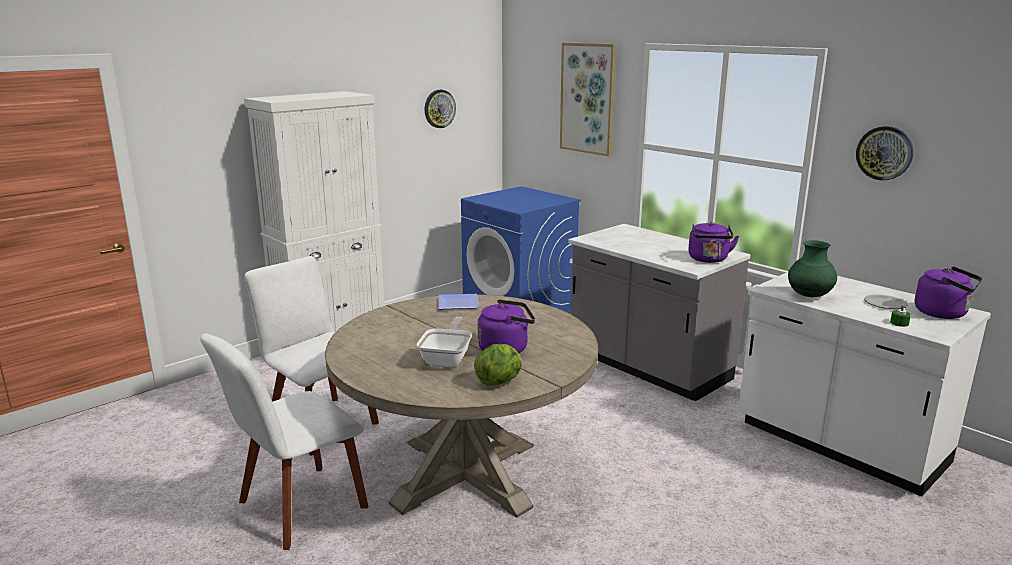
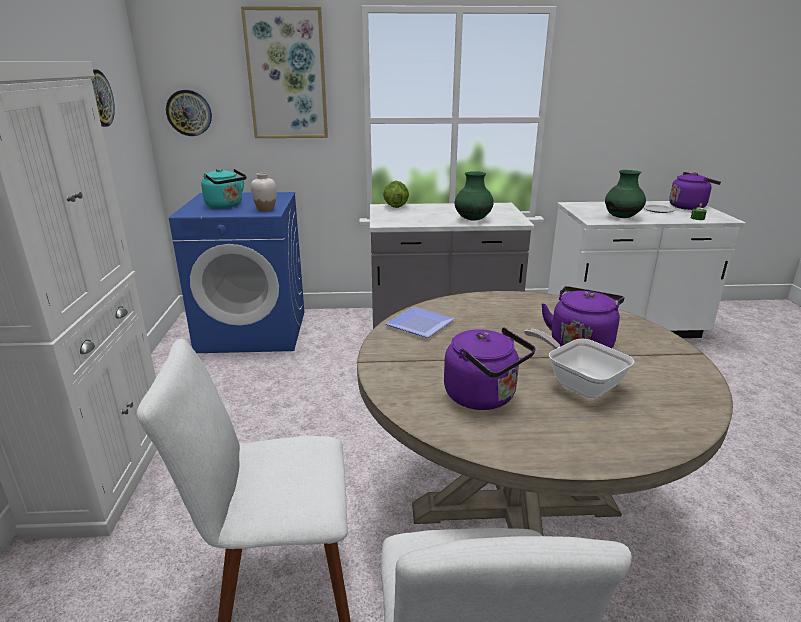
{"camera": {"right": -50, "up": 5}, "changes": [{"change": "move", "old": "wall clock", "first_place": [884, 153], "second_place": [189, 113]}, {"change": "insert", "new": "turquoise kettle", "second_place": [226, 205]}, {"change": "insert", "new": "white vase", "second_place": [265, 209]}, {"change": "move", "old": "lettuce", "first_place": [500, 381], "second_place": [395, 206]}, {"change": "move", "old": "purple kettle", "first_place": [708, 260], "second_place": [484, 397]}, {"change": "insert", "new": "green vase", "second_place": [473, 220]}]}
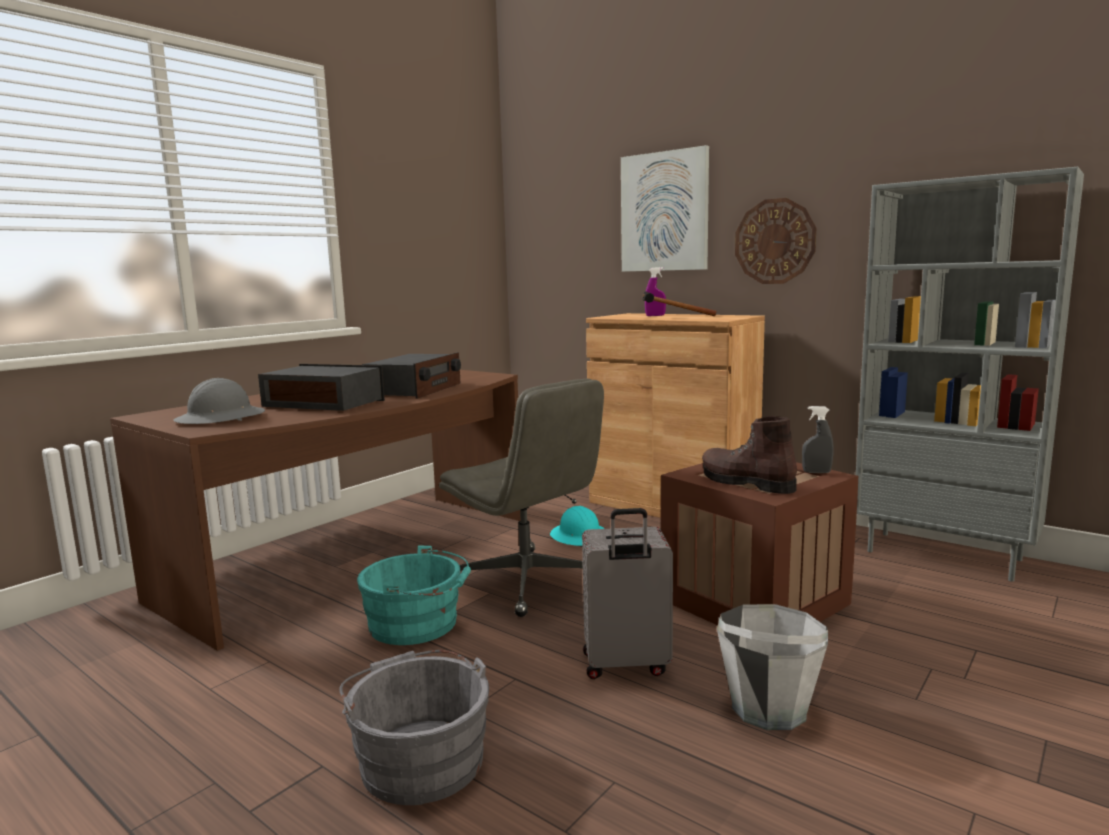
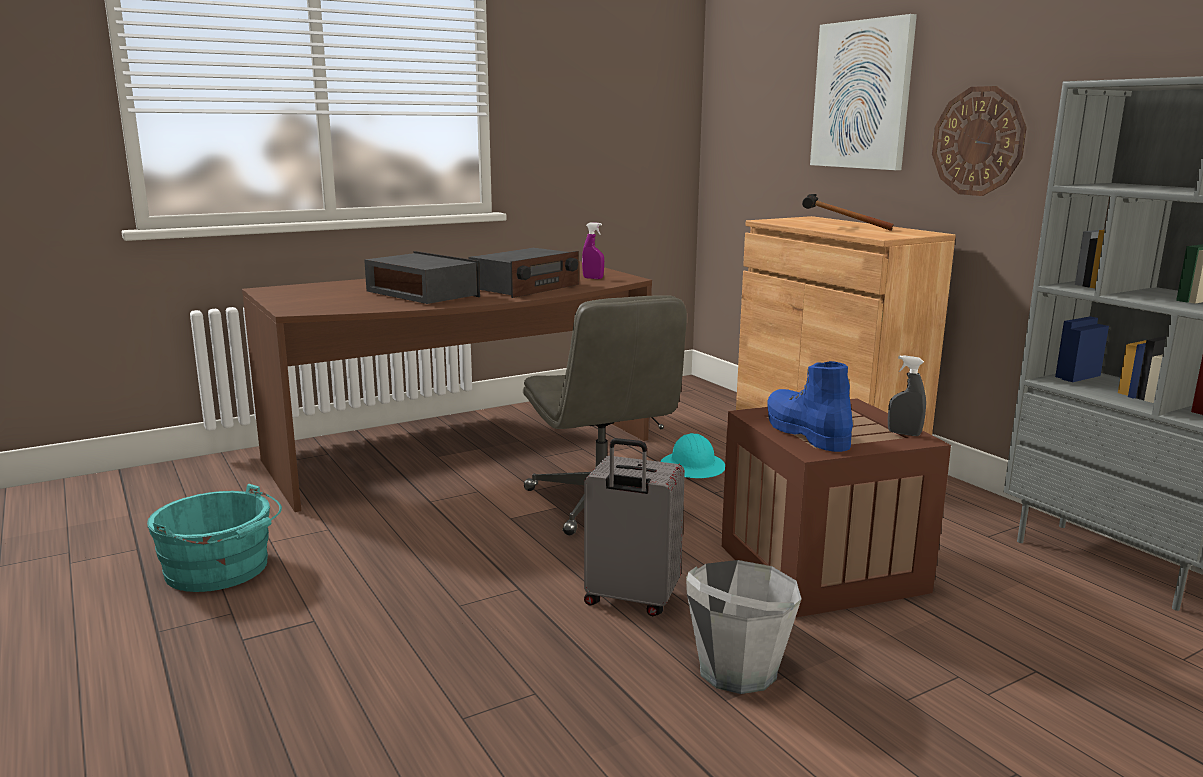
{"camera": {"right": 20, "up": 5}, "changes": [{"change": "move", "old": "turquoise bucket", "first_place": [418, 624], "second_place": [221, 570]}, {"change": "move", "old": "purple spray bottle", "first_place": [655, 315], "second_place": [593, 278]}, {"change": "recolor", "old": "brown boot", "new": "blue boot", "first_place": [746, 483], "second_place": [805, 433]}, {"change": "delete", "old": "grey hard hat", "first_place": [221, 418]}, {"change": "delete", "old": "grey bucket", "first_place": [419, 757]}]}
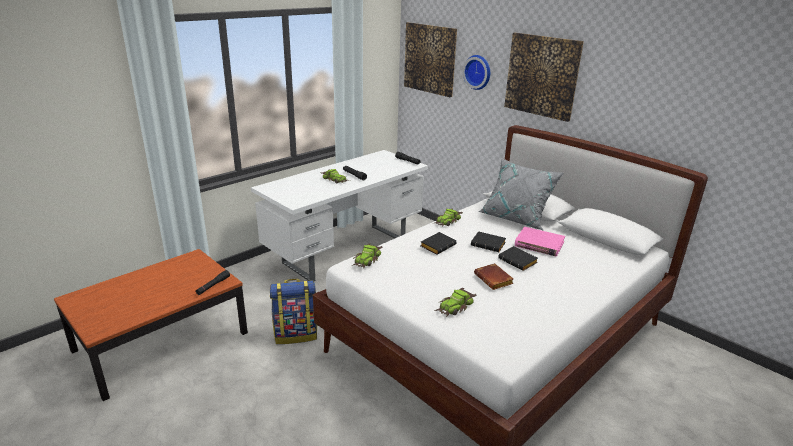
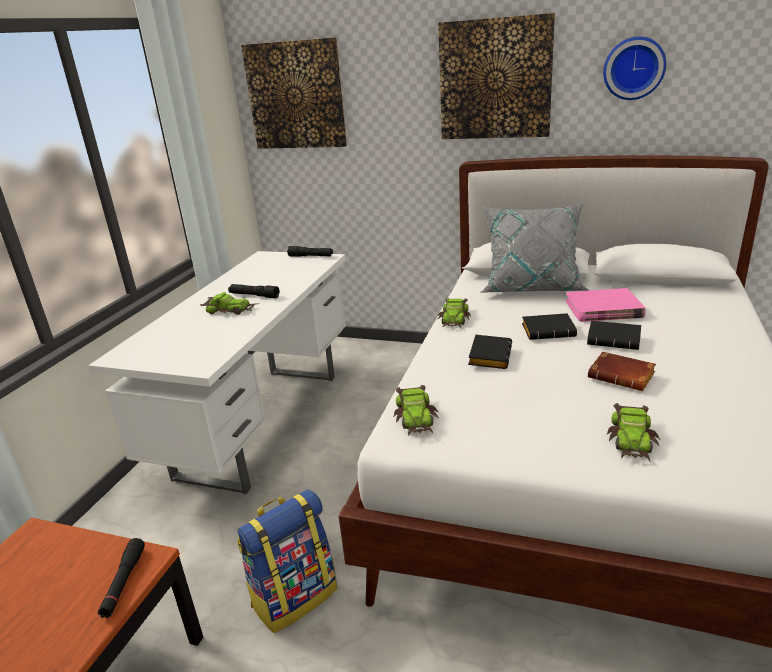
{"camera": {"right": -25, "up": 0}, "changes": [{"change": "move", "old": "wall clock", "first_place": [478, 72], "second_place": [634, 68]}]}
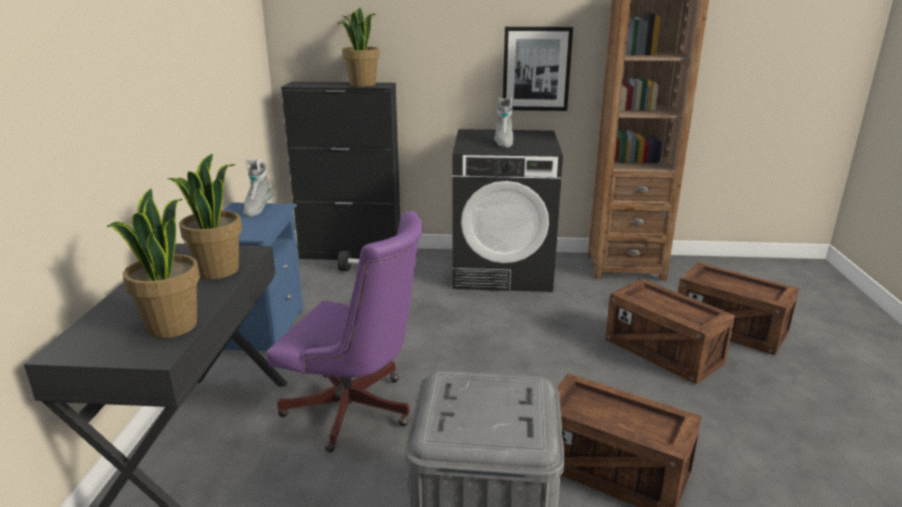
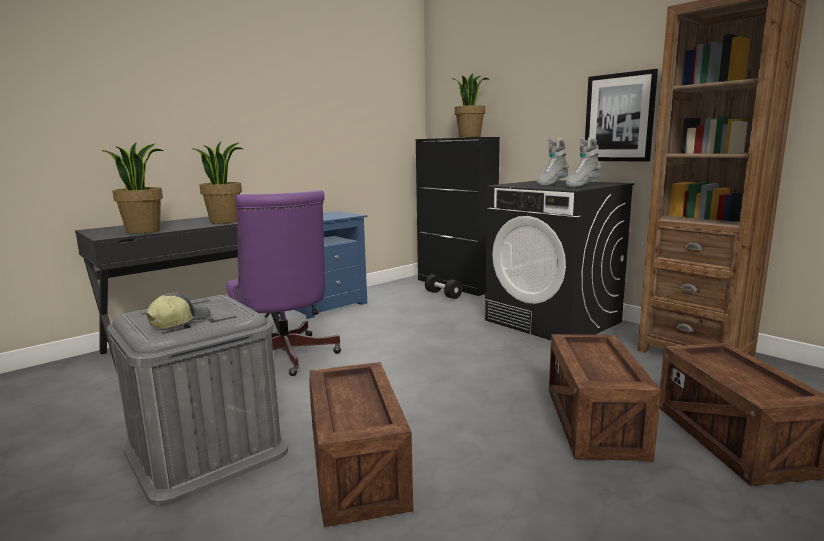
{"camera": {"right": 45, "up": -10}, "changes": [{"change": "insert", "new": "cap", "second_place": [179, 321]}, {"change": "move", "old": "grey boot", "first_place": [258, 209], "second_place": [581, 186]}]}
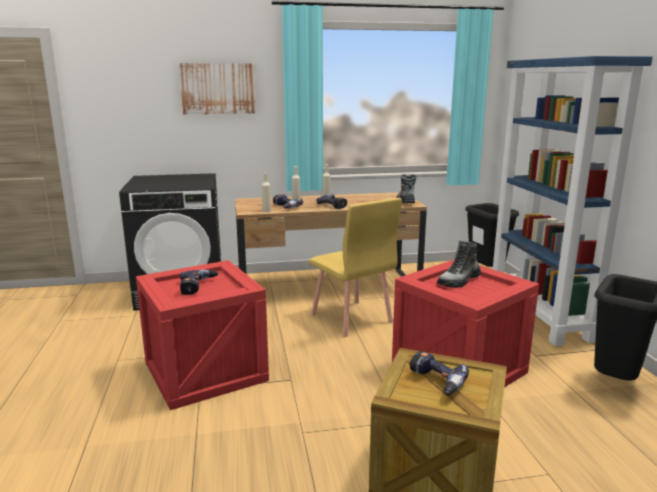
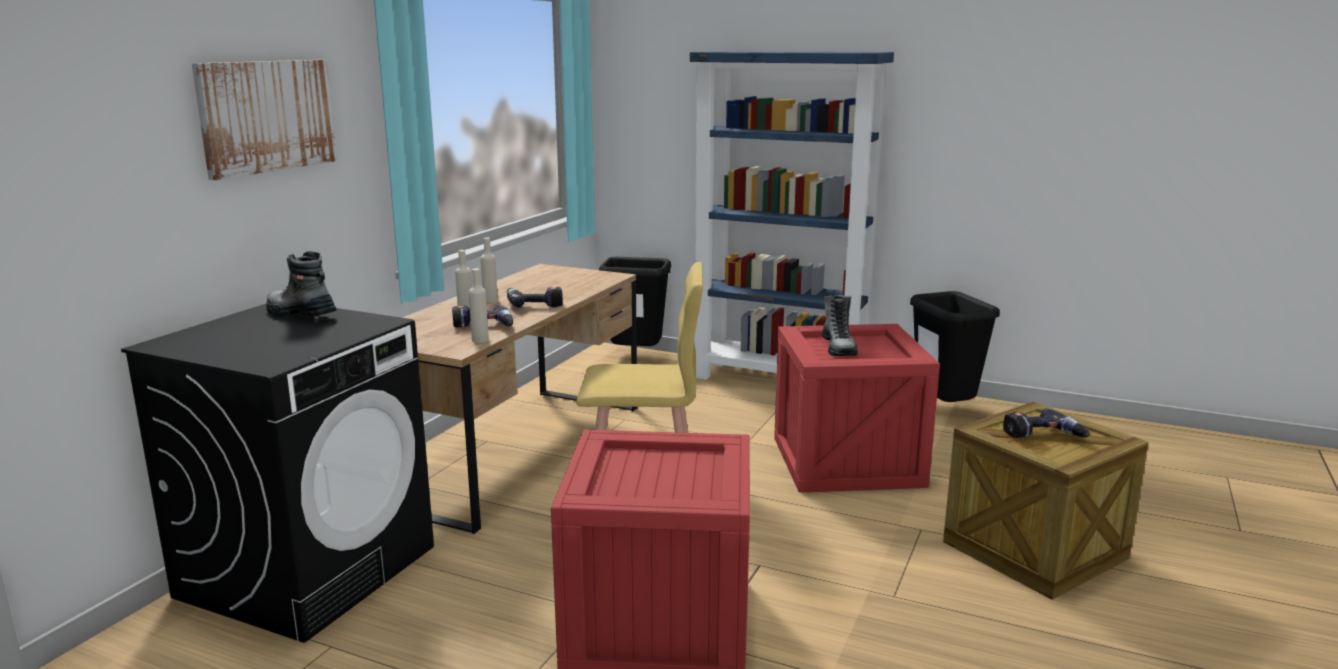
{"camera": {"right": -55, "up": 0}, "changes": [{"change": "move", "old": "boot", "first_place": [405, 202], "second_place": [300, 314]}, {"change": "delete", "old": "power drill", "first_place": [198, 287]}]}
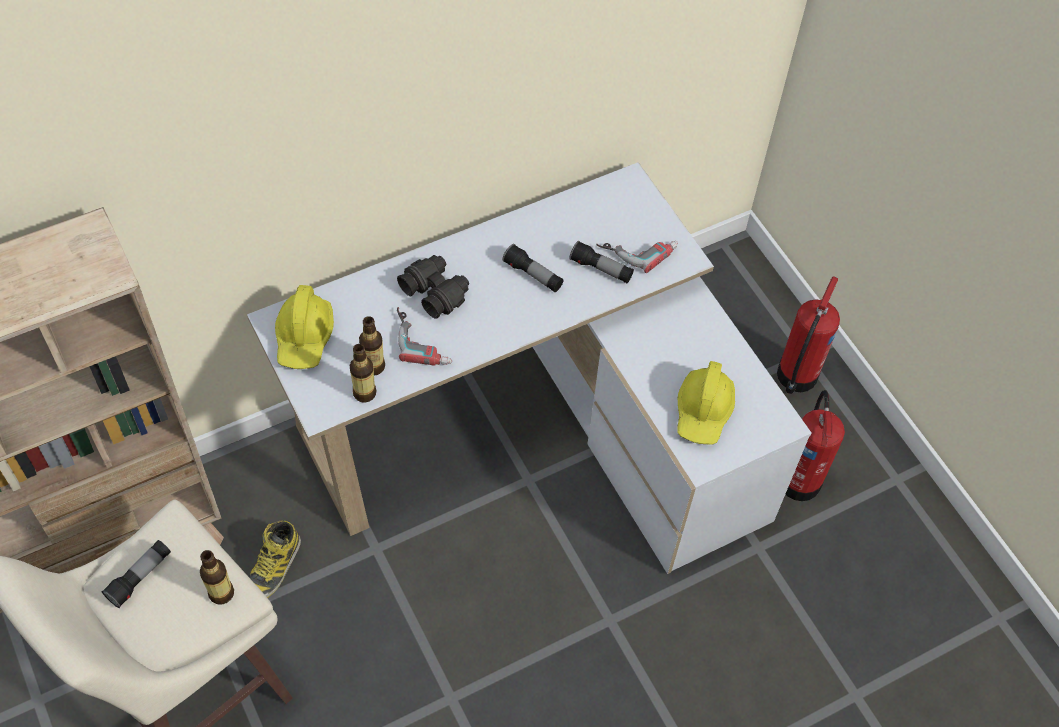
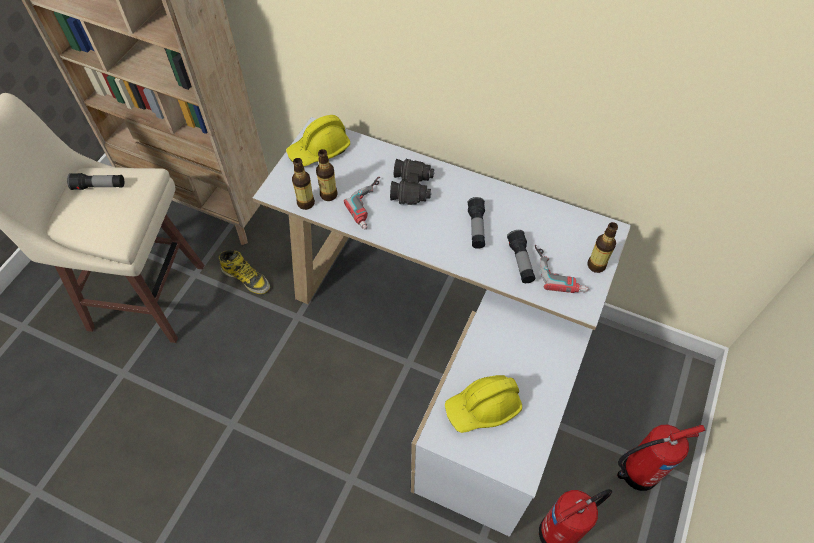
{"camera": {"right": 55, "up": 0}, "changes": [{"change": "rotate", "old": "boot", "first_place": [273, 569], "second_place": [246, 278], "degrees": -135}, {"change": "move", "old": "bottle", "first_place": [221, 593], "second_place": [596, 265]}]}
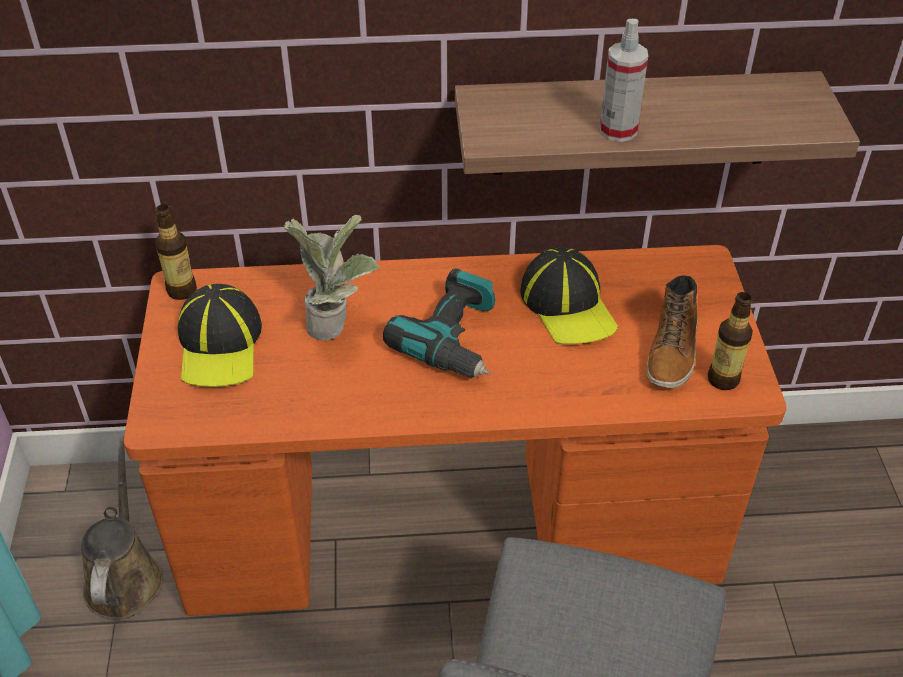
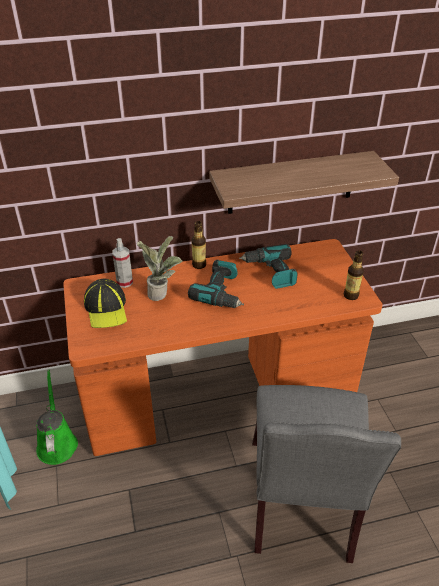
{"camera": {"right": -10, "up": -5}, "changes": [{"change": "recolor", "old": "brown watering can", "new": "green watering can", "first_place": [125, 576], "second_place": [57, 442]}, {"change": "move", "old": "spray bottle", "first_place": [618, 130], "second_place": [124, 282]}, {"change": "move", "old": "bottle", "first_place": [182, 290], "second_place": [199, 265]}, {"change": "replace", "old": "cap", "new": "power drill", "first_place": [568, 305], "second_place": [271, 272]}, {"change": "delete", "old": "boot", "first_place": [672, 351]}]}
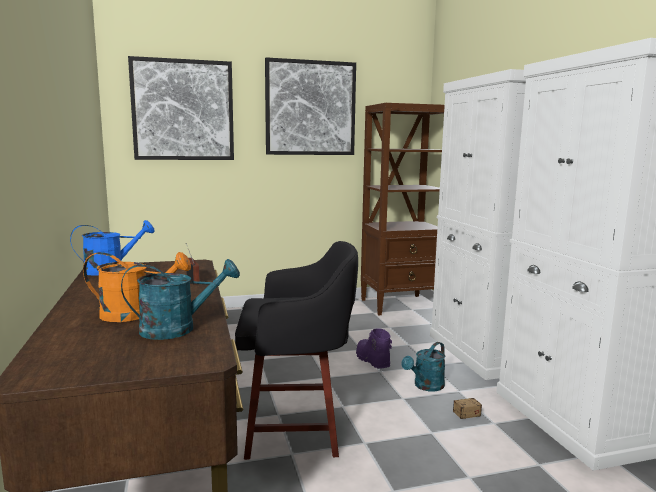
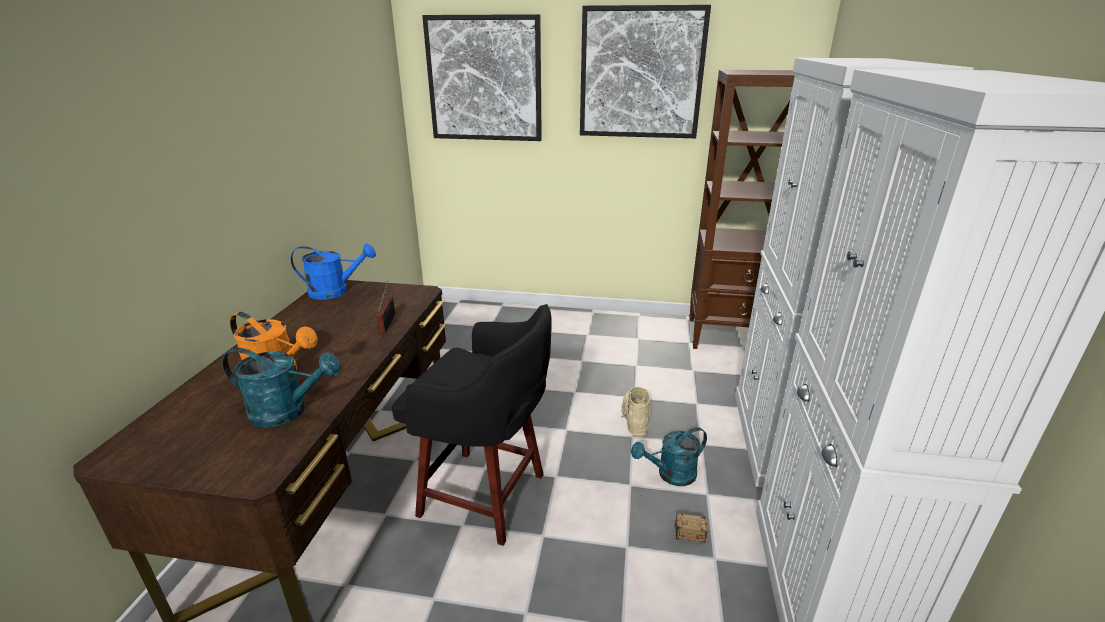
{"camera": {"right": 25, "up": 15}, "changes": [{"change": "recolor", "old": "purple boot", "new": "beige boot", "first_place": [372, 361], "second_place": [634, 418]}]}
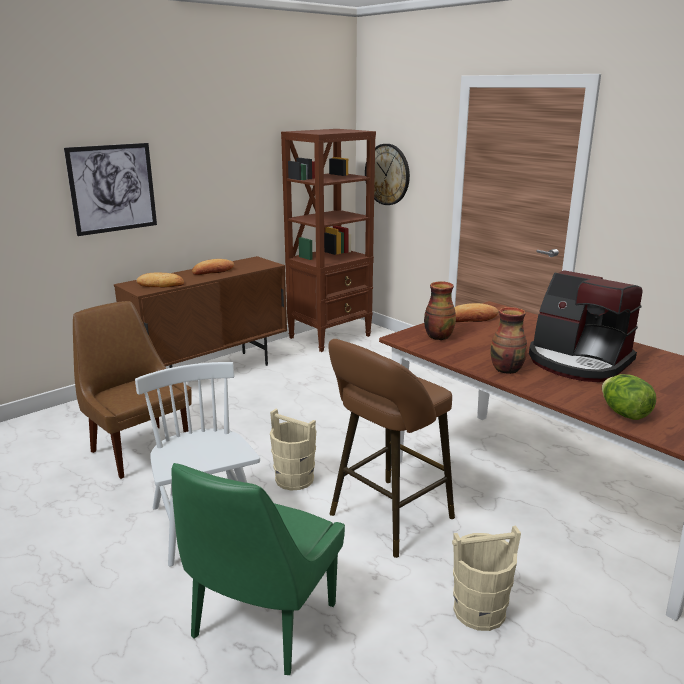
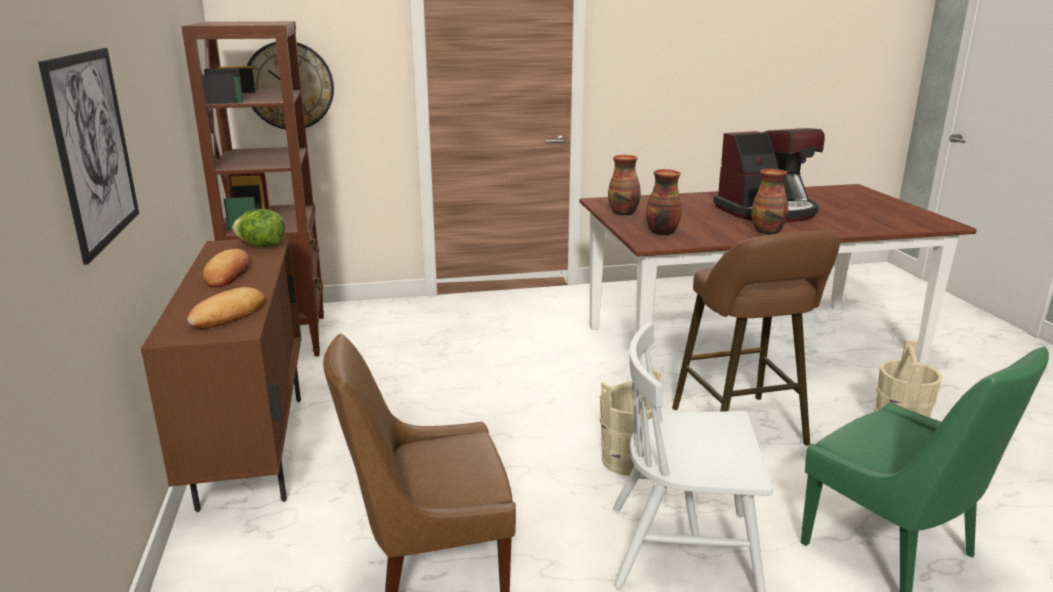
{"camera": {"right": -60, "up": 0}, "changes": [{"change": "move", "old": "lettuce", "first_place": [624, 413], "second_place": [262, 245]}, {"change": "replace", "old": "bread", "new": "vase", "first_place": [471, 318], "second_place": [624, 213]}]}
